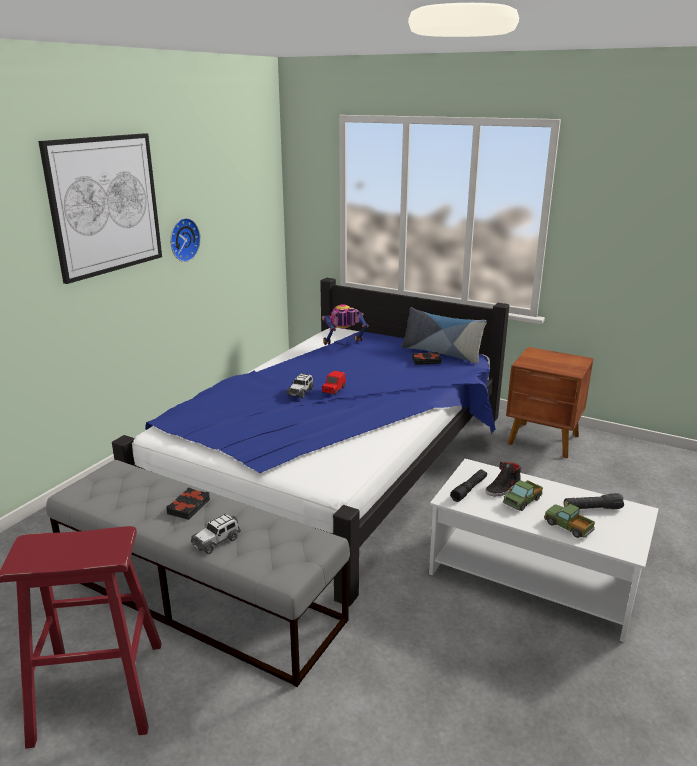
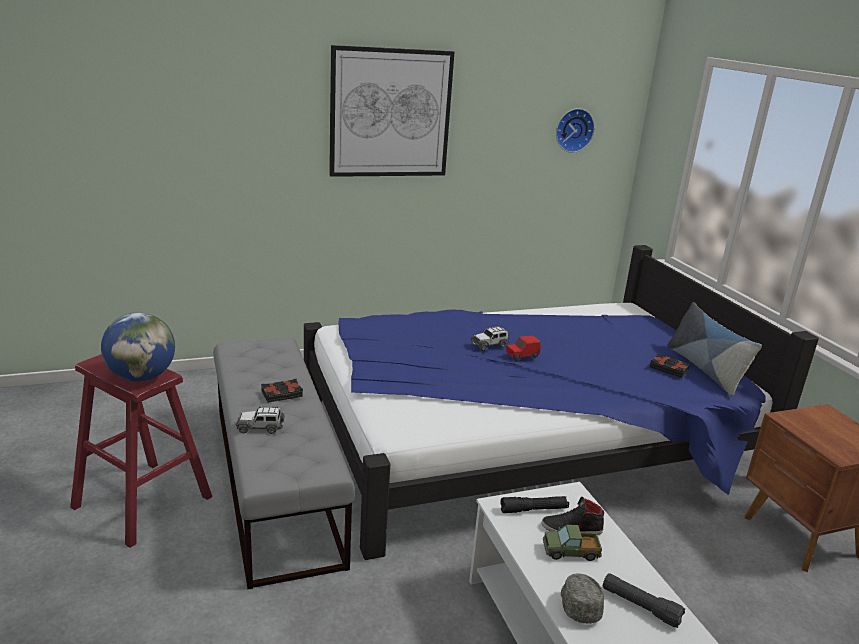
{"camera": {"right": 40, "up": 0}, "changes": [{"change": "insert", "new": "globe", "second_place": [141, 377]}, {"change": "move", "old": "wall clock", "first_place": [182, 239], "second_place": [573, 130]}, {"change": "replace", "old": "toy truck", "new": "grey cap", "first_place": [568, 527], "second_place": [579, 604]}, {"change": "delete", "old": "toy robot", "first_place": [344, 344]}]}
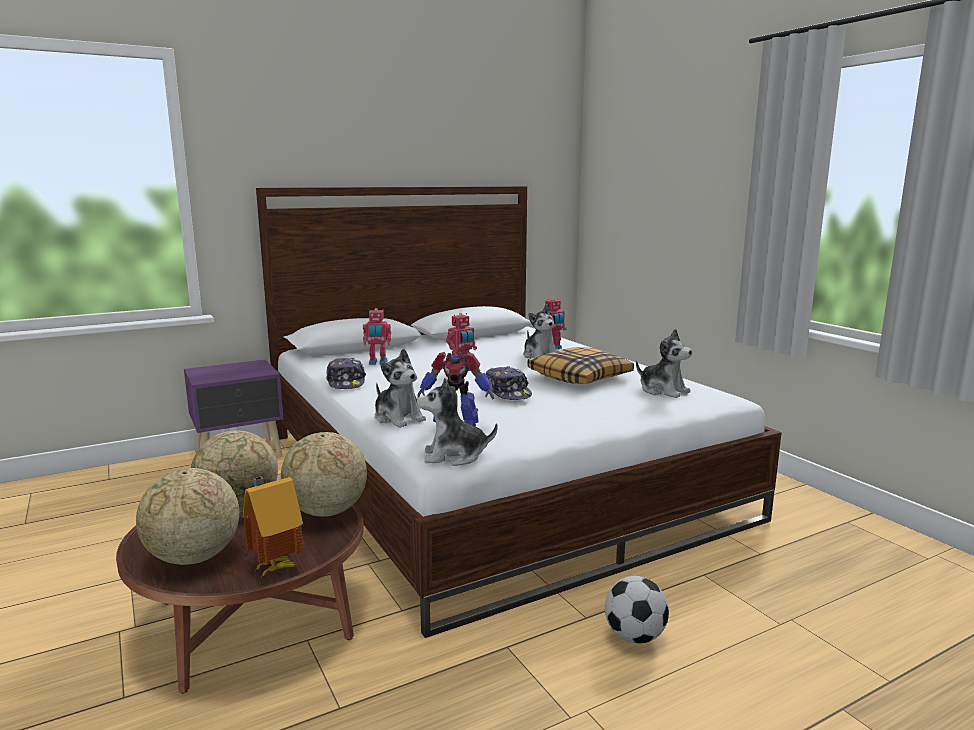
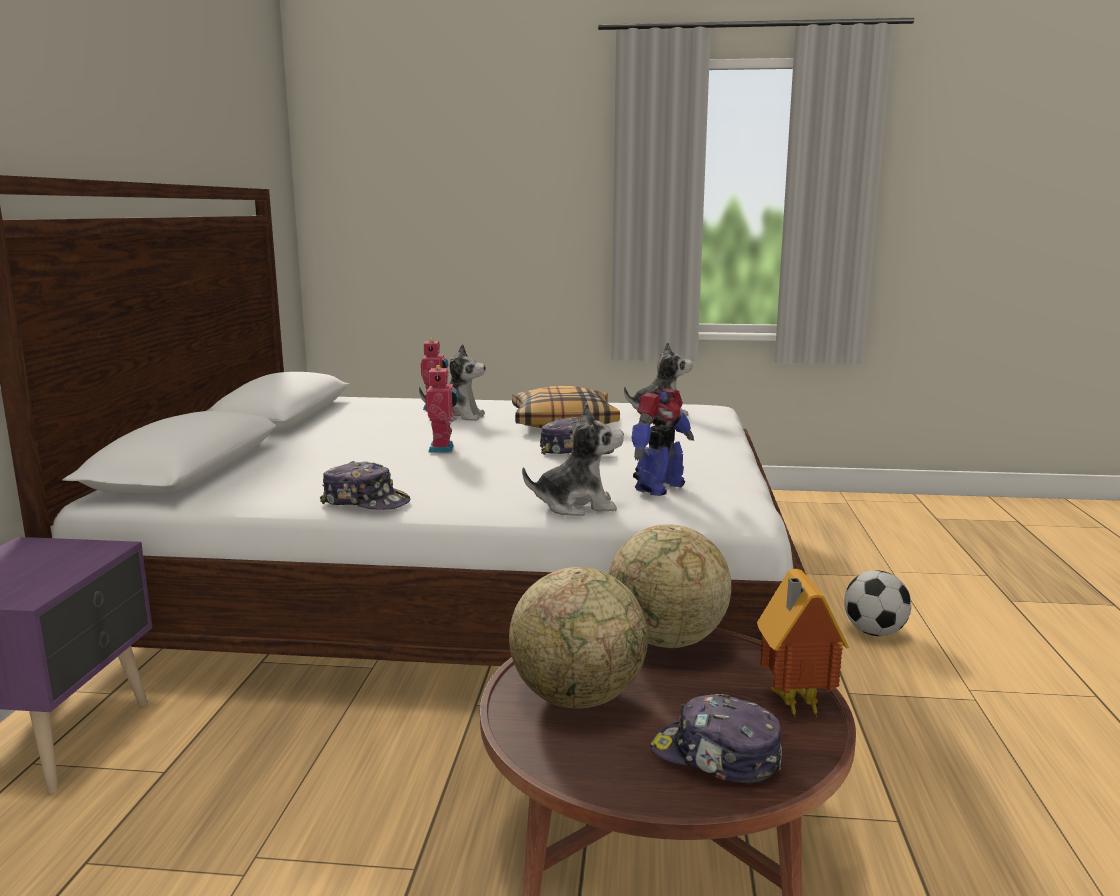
{"camera": {"right": -55, "up": 0}, "changes": [{"change": "replace", "old": "globe", "new": "cap", "first_place": [193, 558], "second_place": [715, 757]}, {"change": "delete", "old": "toy robot", "first_place": [378, 363]}, {"change": "delete", "old": "plush toy", "first_place": [454, 456]}]}
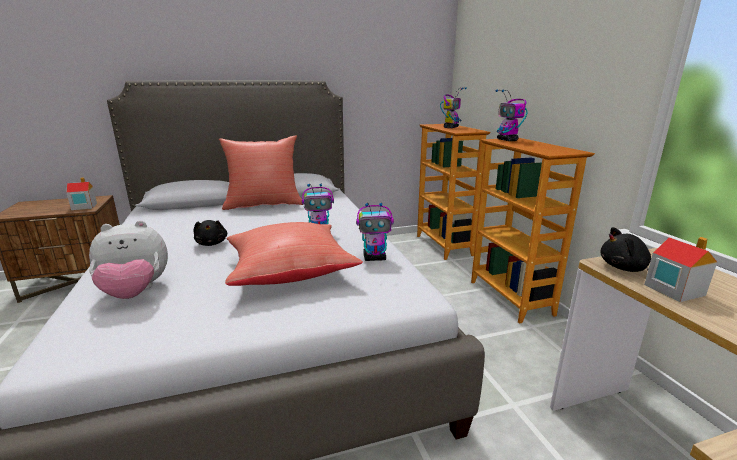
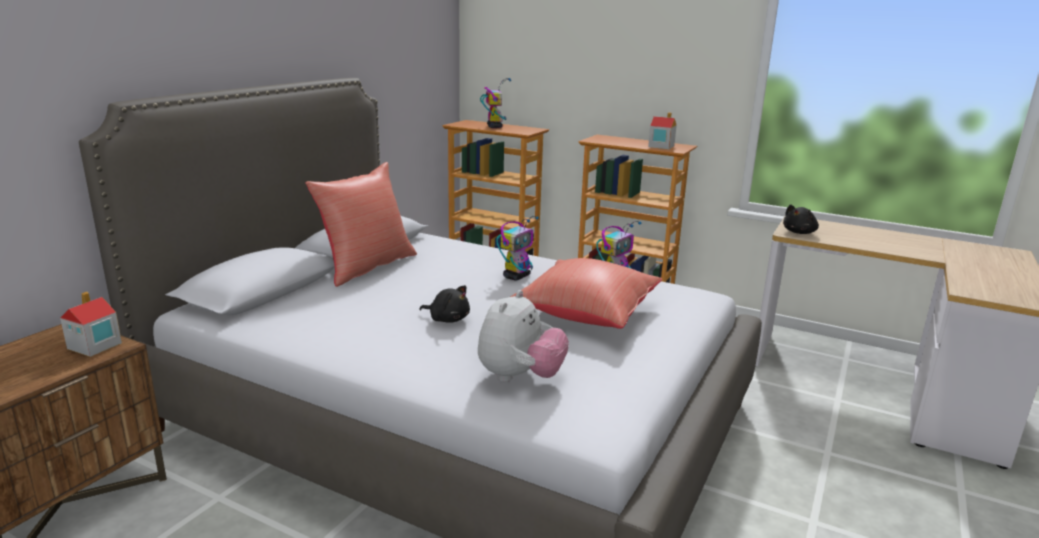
{"camera": {"right": -45, "up": 0}, "changes": [{"change": "move", "old": "toy house", "first_place": [673, 289], "second_place": [660, 146]}, {"change": "delete", "old": "toy robot", "first_place": [507, 140]}]}
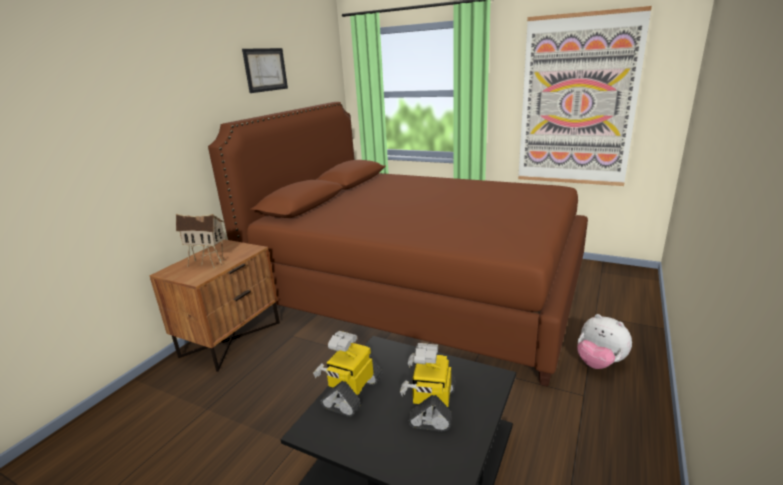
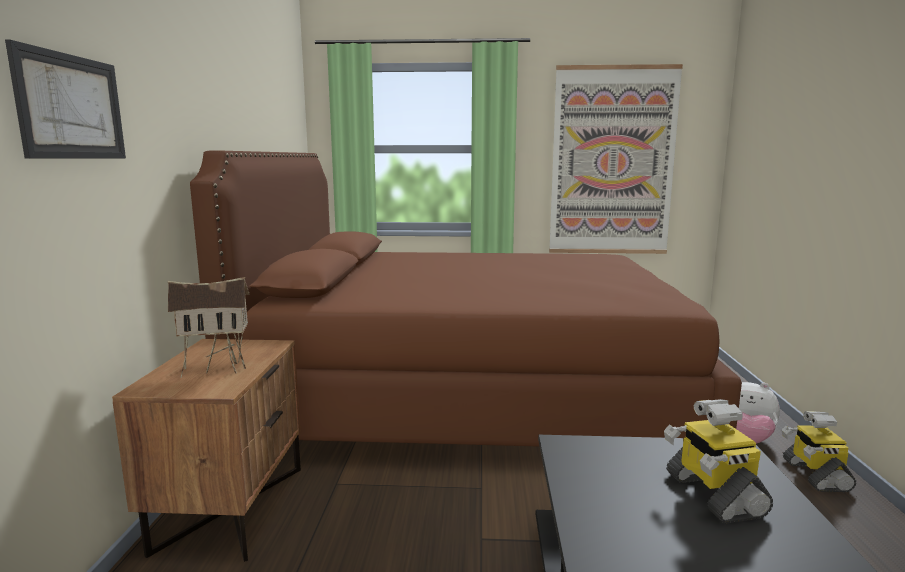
{"camera": {"right": -25, "up": -10}, "changes": [{"change": "move", "old": "picture", "first_place": [265, 70], "second_place": [71, 107]}, {"change": "move", "old": "toy robot", "first_place": [352, 392], "second_place": [814, 475]}]}
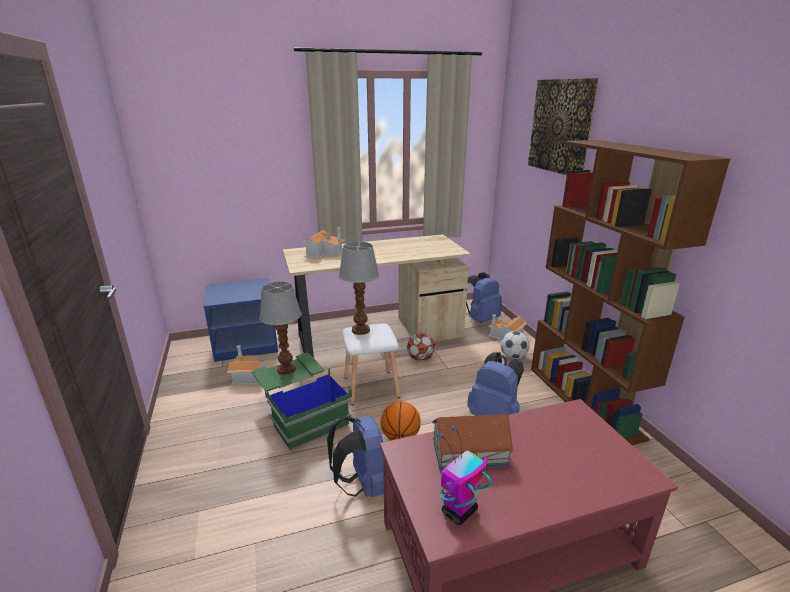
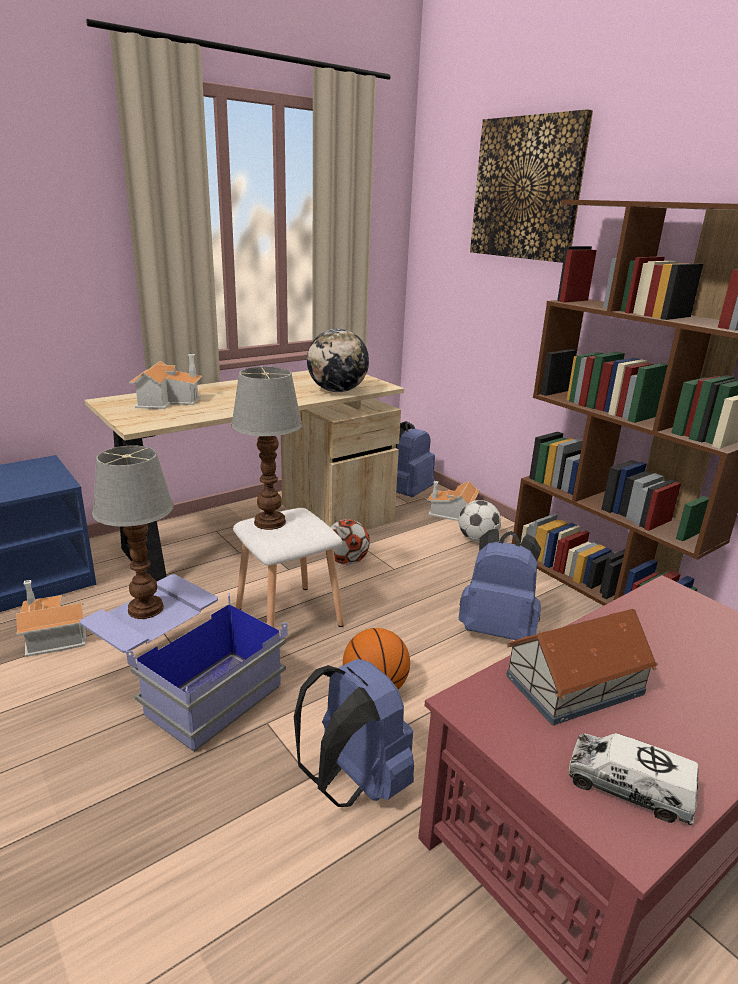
{"camera": {"right": -20, "up": 0}, "changes": [{"change": "recolor", "old": "green storage box", "new": "blue storage box", "first_place": [301, 413], "second_place": [186, 682]}, {"change": "insert", "new": "globe", "second_place": [337, 391]}, {"change": "replace", "old": "toy robot", "new": "toy truck", "first_place": [459, 512], "second_place": [628, 788]}]}
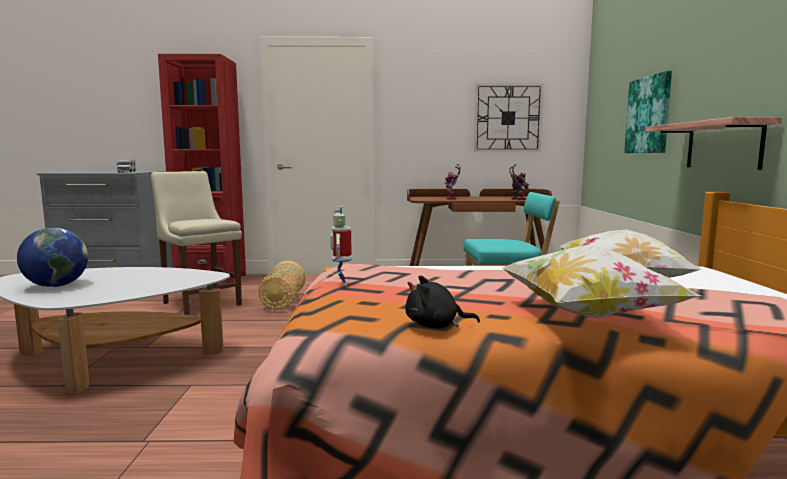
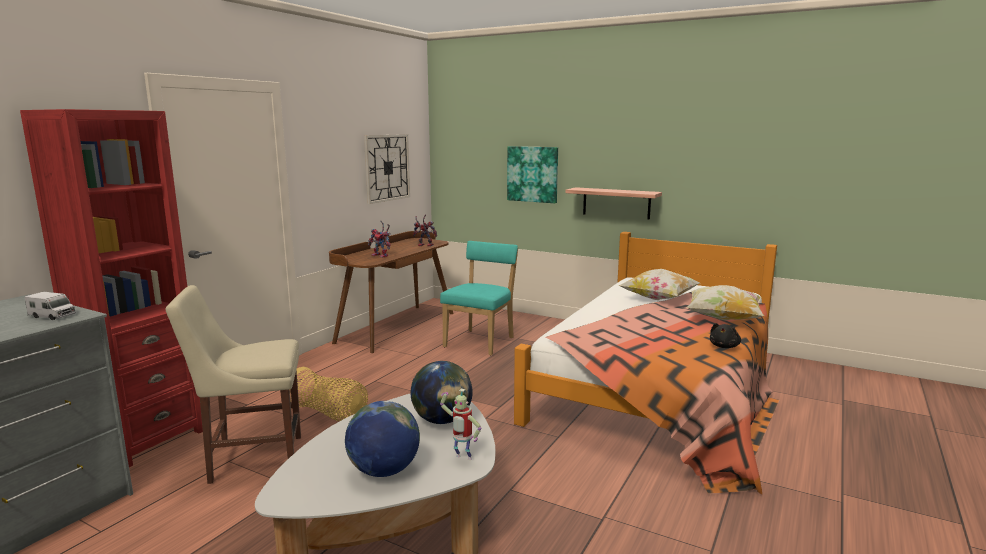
{"camera": {"right": -60, "up": 5}, "changes": [{"change": "insert", "new": "globe", "second_place": [442, 421]}, {"change": "move", "old": "toy robot", "first_place": [341, 283], "second_place": [462, 458]}]}
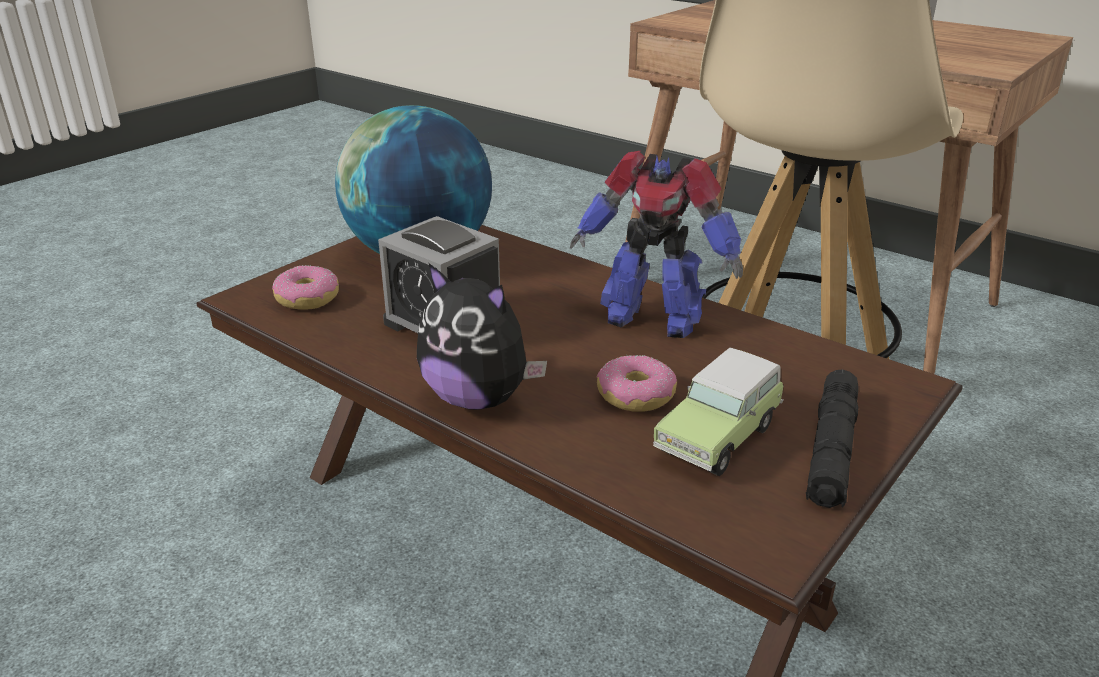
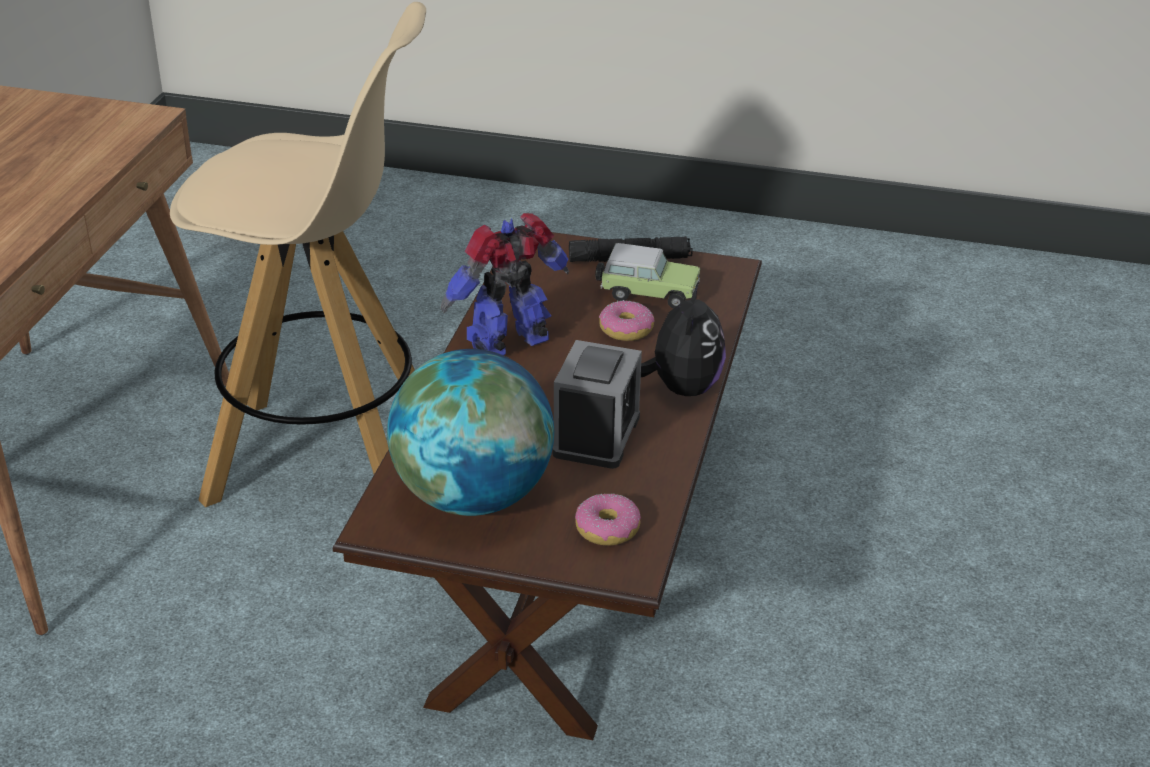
{"camera": {"right": -115, "up": 5}, "changes": [{"change": "rotate", "old": "toy robot", "first_place": [651, 318], "second_place": [511, 344], "degrees": -120}]}
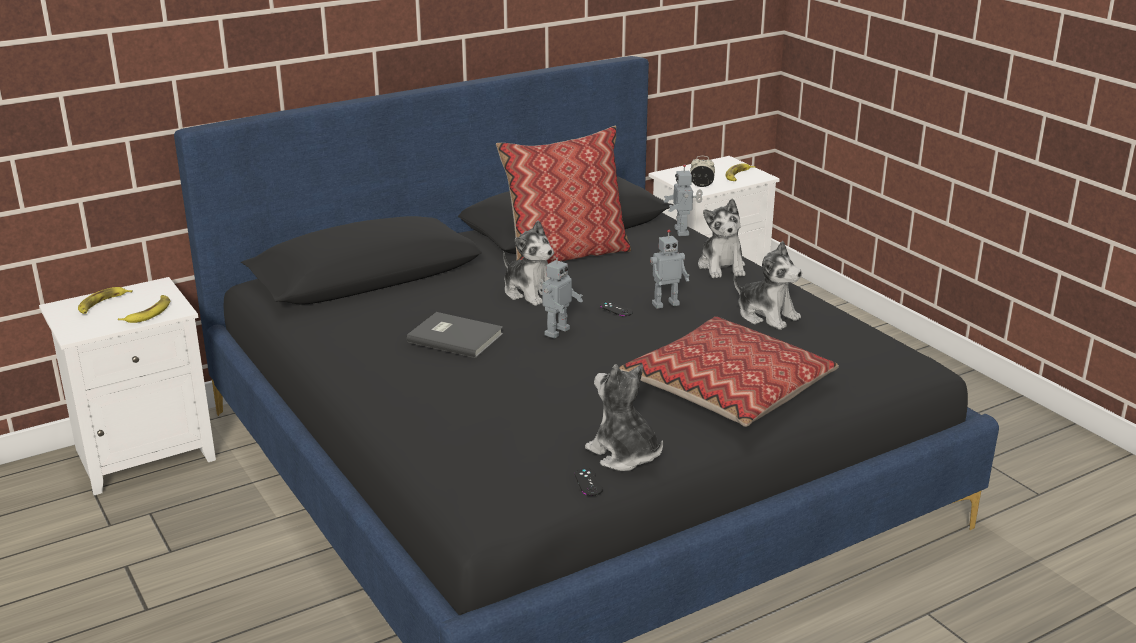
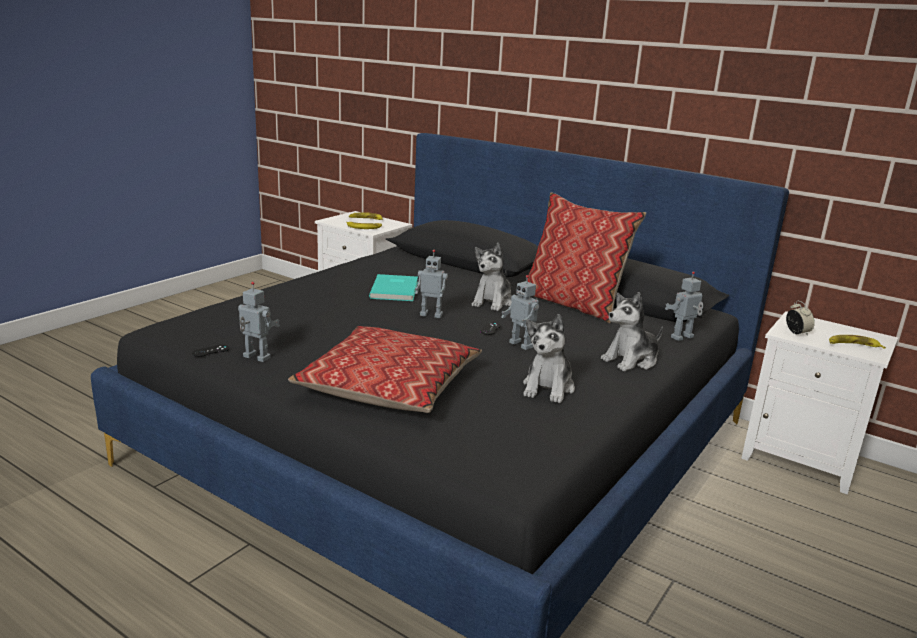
{"camera": {"right": 65, "up": -5}, "changes": [{"change": "replace", "old": "plush toy", "new": "toy robot", "first_place": [624, 455], "second_place": [255, 358]}, {"change": "recolor", "old": "grey book", "new": "turquoise book", "first_place": [455, 337], "second_place": [396, 290]}]}
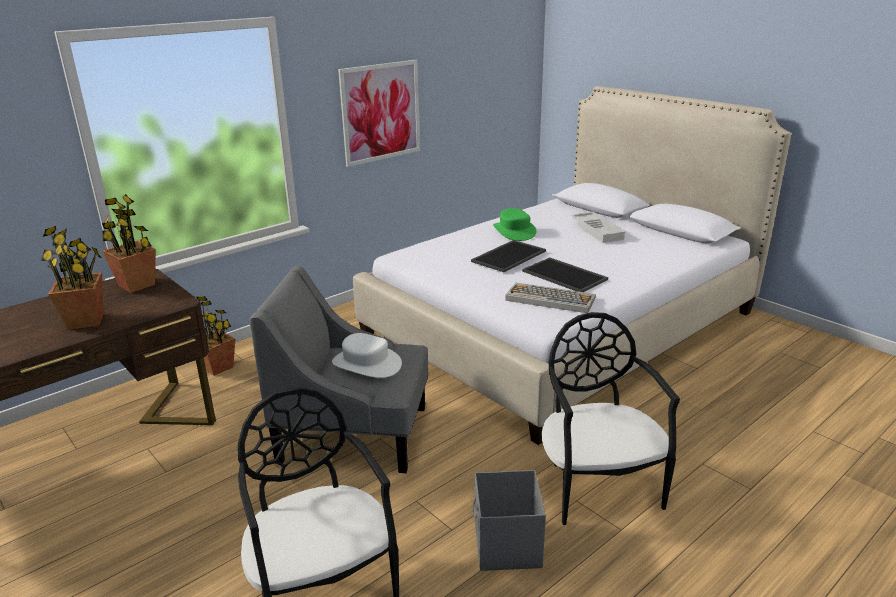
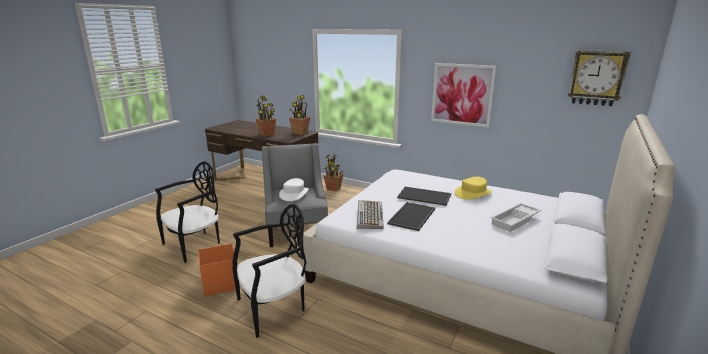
{"camera": {"right": 70, "up": -5}, "changes": [{"change": "recolor", "old": "grey storage box", "new": "orange storage box", "first_place": [506, 546], "second_place": [220, 284]}, {"change": "recolor", "old": "green hat", "new": "yellow hat", "first_place": [514, 231], "second_place": [473, 193]}, {"change": "insert", "new": "wall clock", "second_place": [597, 78]}]}
